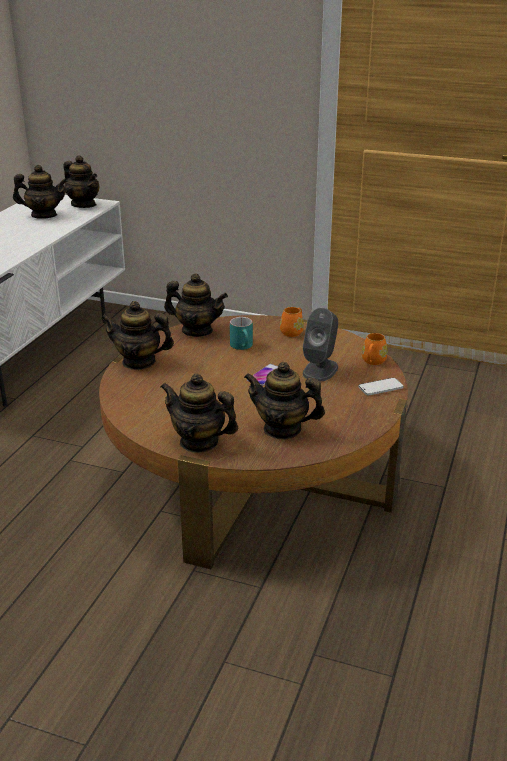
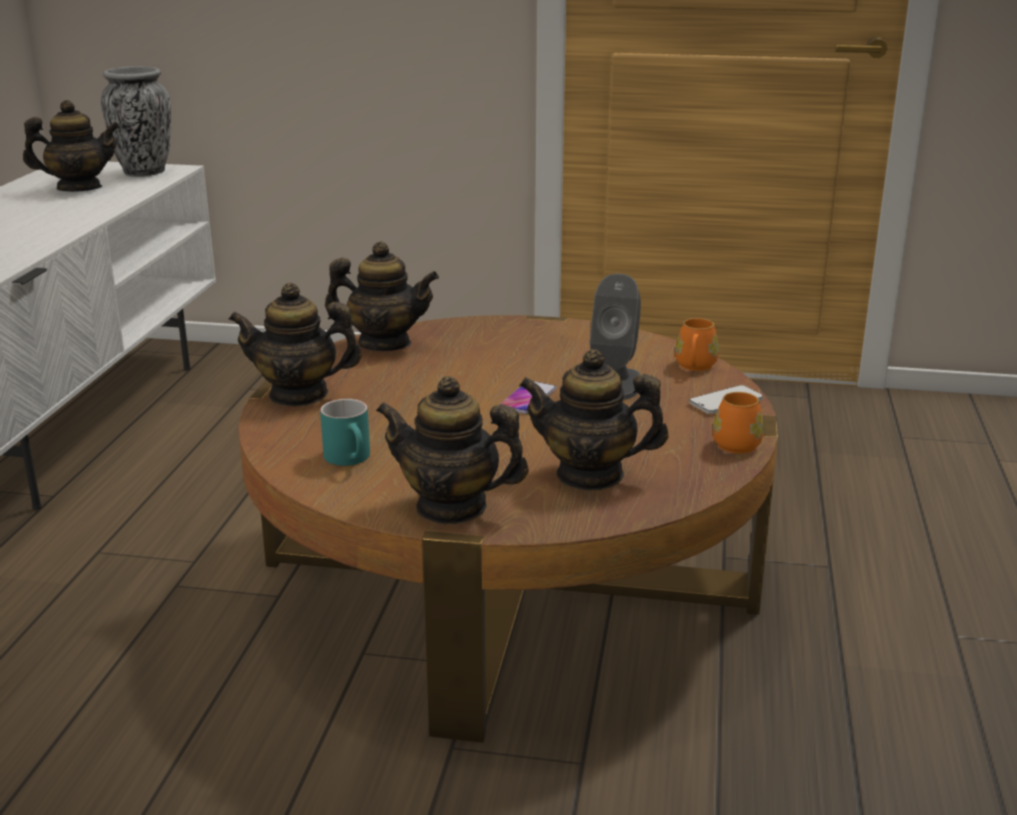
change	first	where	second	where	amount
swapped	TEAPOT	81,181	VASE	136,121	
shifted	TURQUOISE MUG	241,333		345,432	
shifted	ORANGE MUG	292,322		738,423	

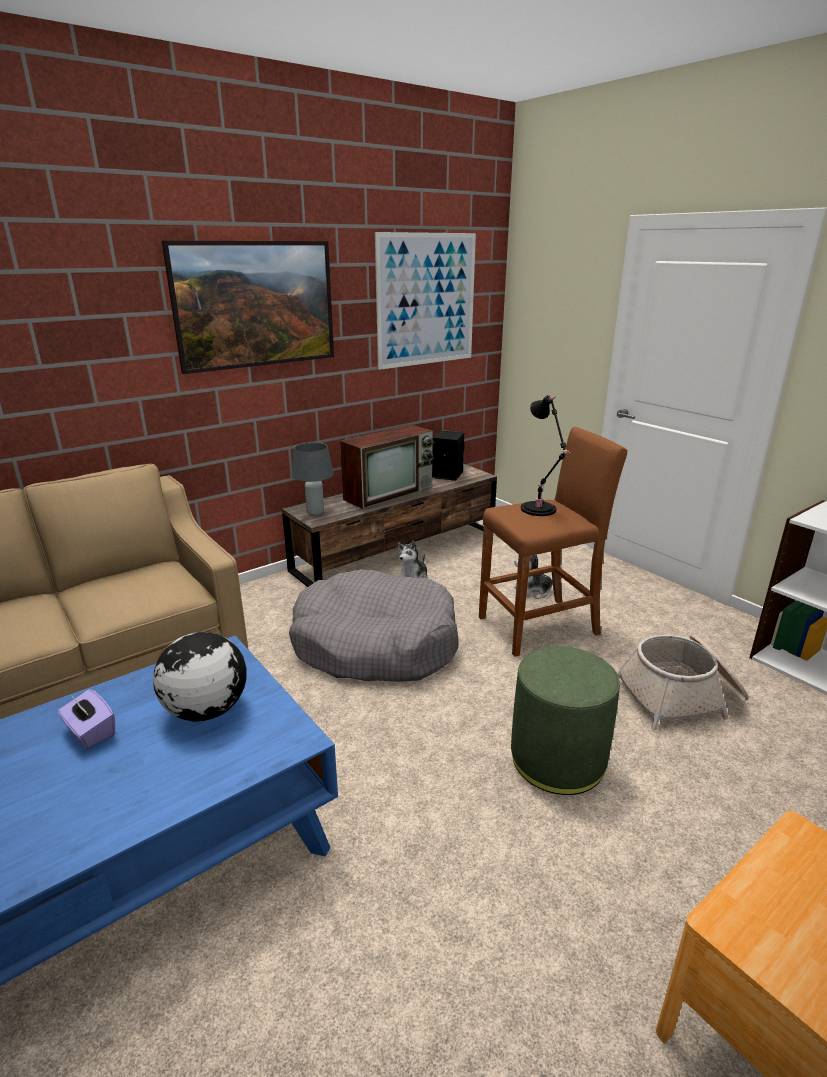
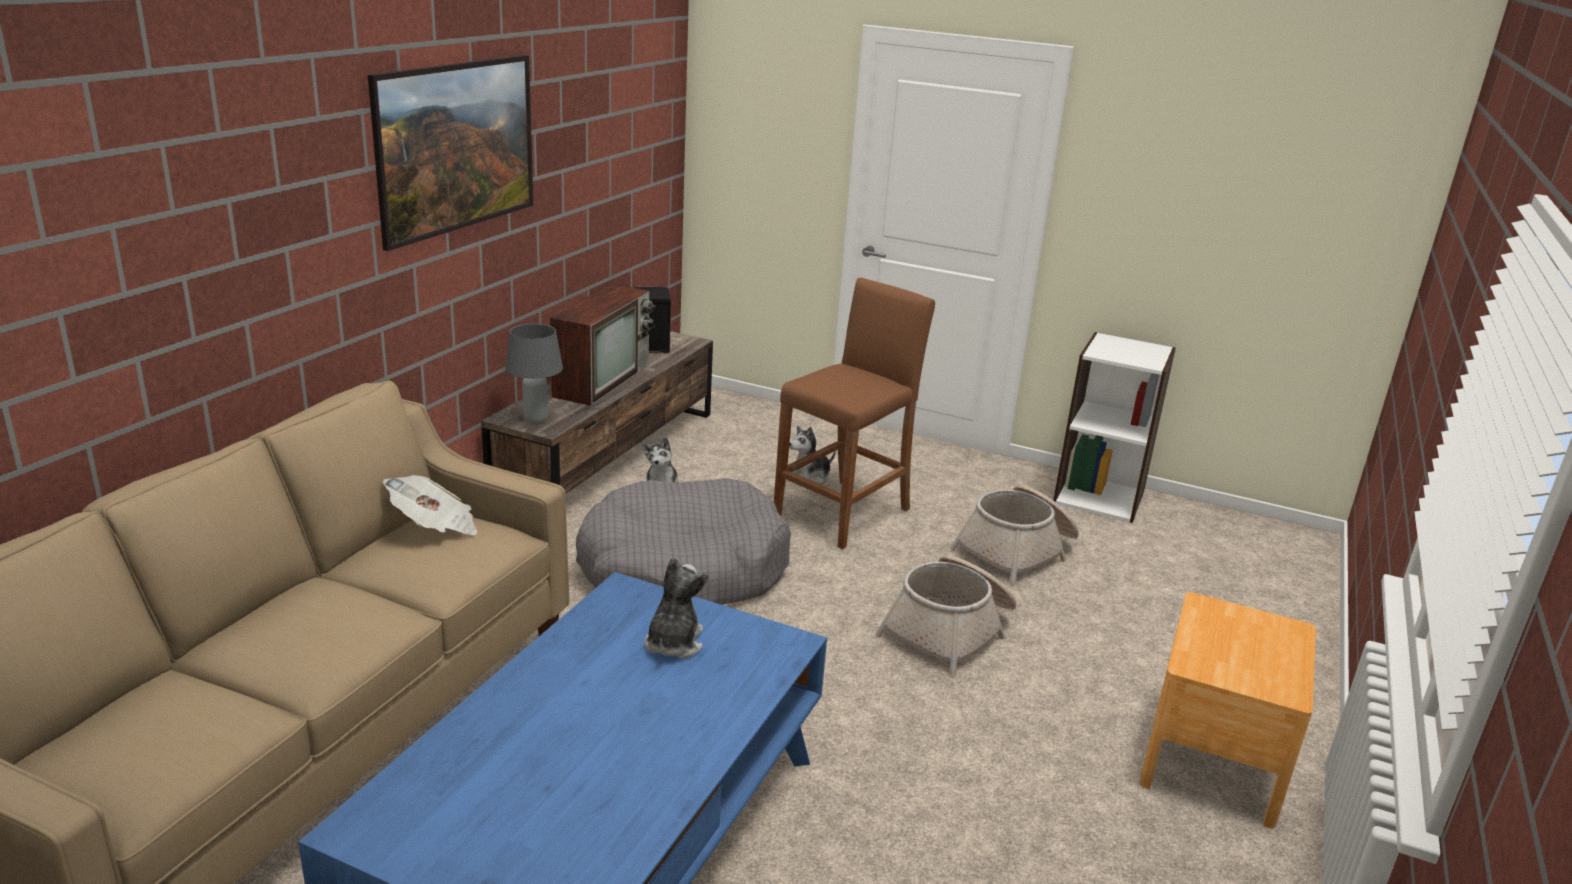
change	first	where	second	where	amount
gone	PURPLE TISSUE BOX	86,719			
swapped	GLOBE	200,676	PLUSH TOY	676,607	
gone	PICTURE	425,301			
swapped	GREEN OTTOMAN	565,720	BASKET	945,615	
gone	BLACK TABLE LAMP	545,455			
new			NEWSPAPER	430,505	

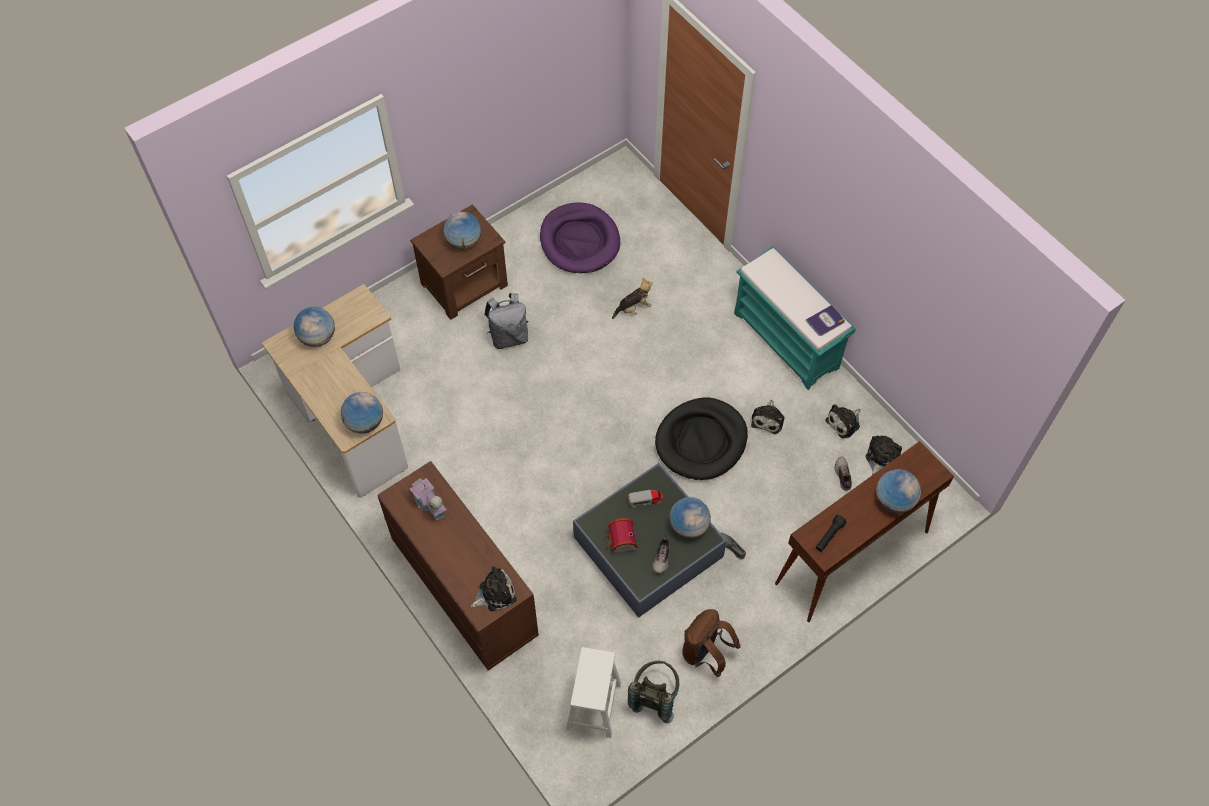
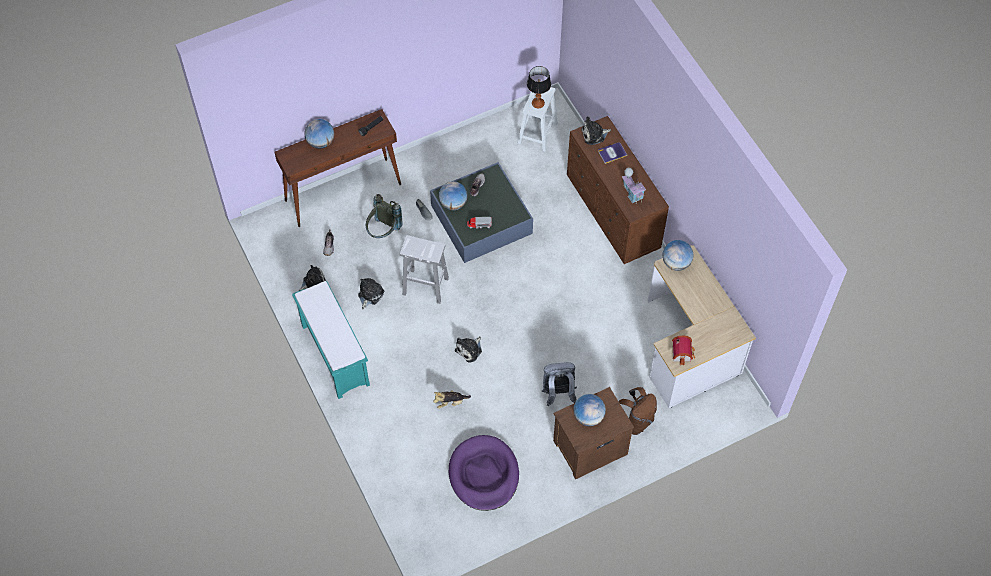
change	first	where	second	where	amount
gone	GLOBE	314,327			
shifted	TOY HOUSE	621,535		683,350	
shifted	GREY BACKPACK	653,691		384,216	
swapped	BLACK DOG BED	701,439	WHITE STOOL	424,269	
shifted	BROWN BACKPACK	711,643		638,411	
shifted	BOOK	825,320		612,153	
shifted	PLUSH TOY	883,455		468,349	
new			TABLE LAMP	539,87	

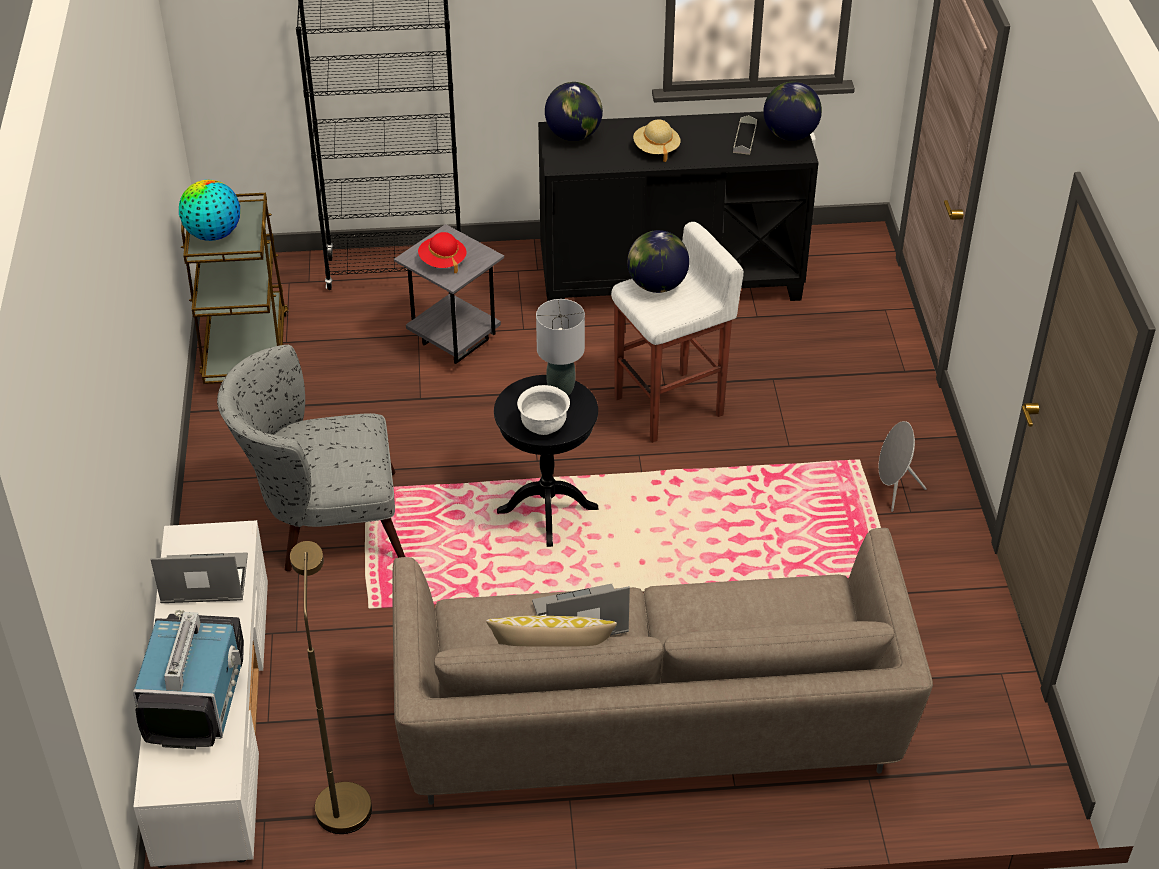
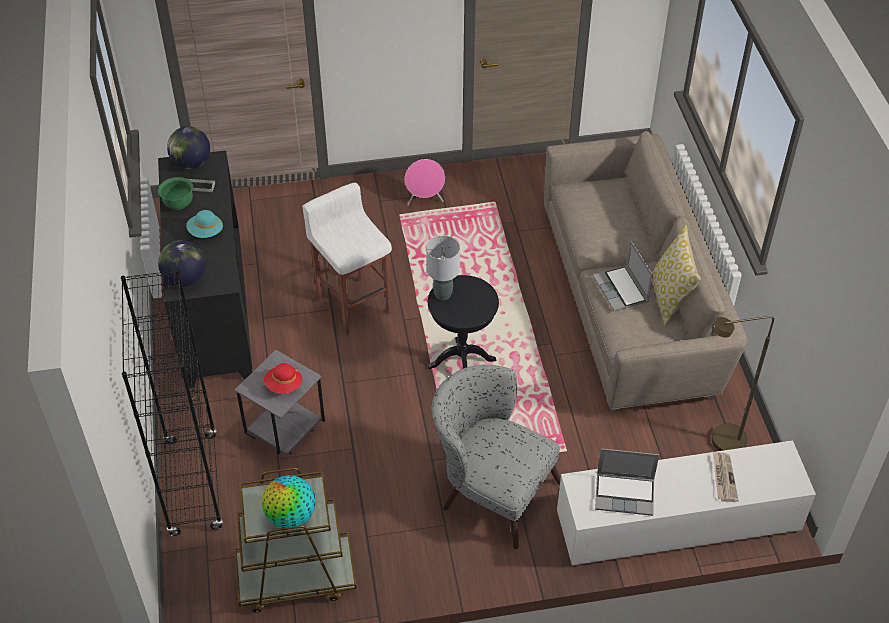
change	first	where	second	where	amount
swapped	TELEVISION	188,679	NEWSPAPER	726,477	
rotated	LAPTOP	199,577		627,482	75 degrees counterclockwise
rotated	GREY ARMCHAIR	311,458		496,457	135 degrees clockwise
gone	WHITE BOWL	543,410			
gone	GLOBE	658,261			
repainted	BEIGE HAT	657,140	TURQUOISE HAT	204,224	
repainted	GREY SPEAKER	902,466	PINK SPEAKER	425,182	
new			GREEN BOWL	175,193	

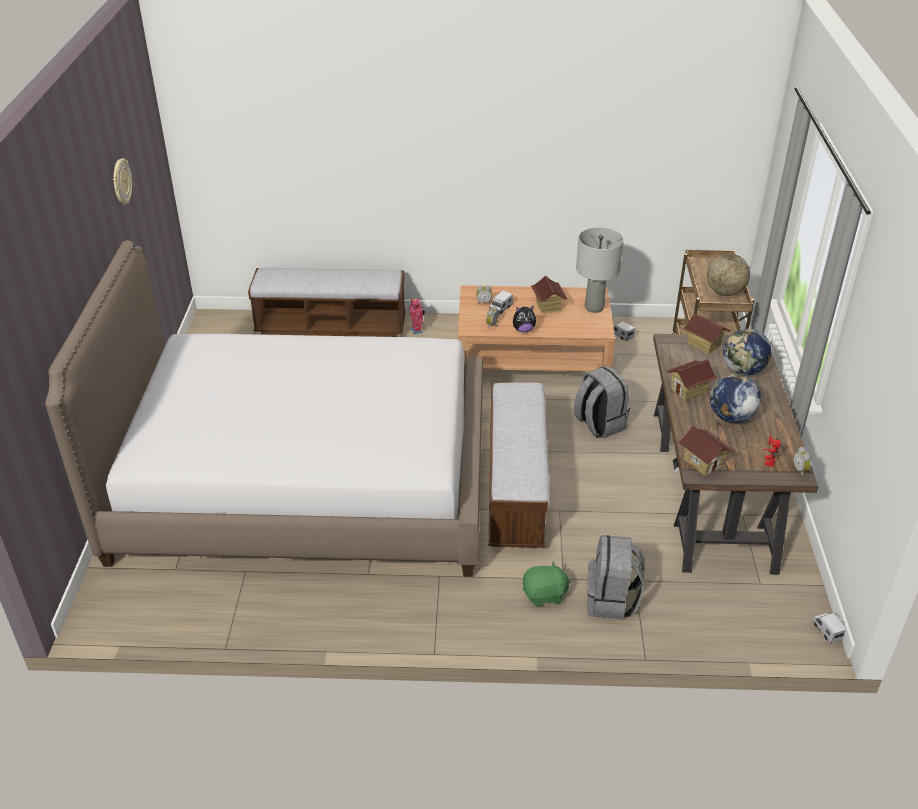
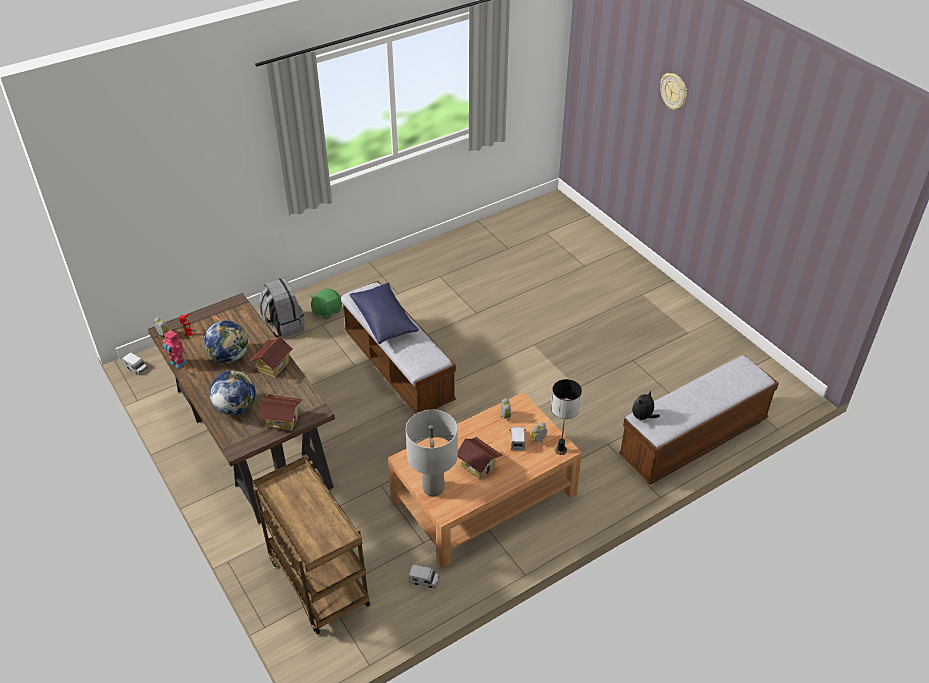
change	first	where	second	where	amount
gone	BED	264,408			
shifted	WALL CLOCK	122,181		673,91	
shifted	TOY ROBOT	417,315		175,349	
shifted	PLUSH TOY	524,319		646,405	
gone	GREY BACKPACK	602,402			
gone	TOY HOUSE	706,451			
gone	GLOBE	728,274			
new			BLUE PILLOW	384,313	
new			TABLE LAMP	566,417	

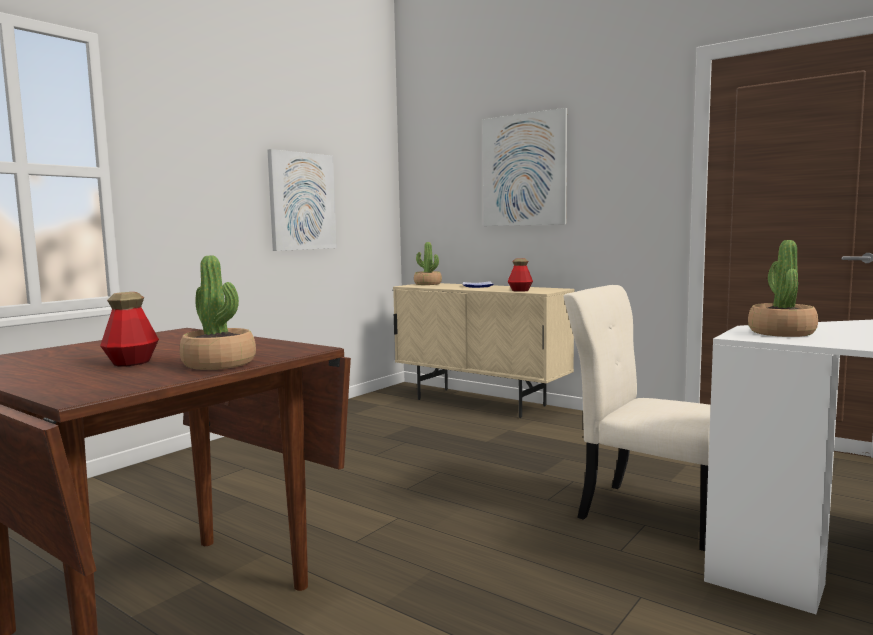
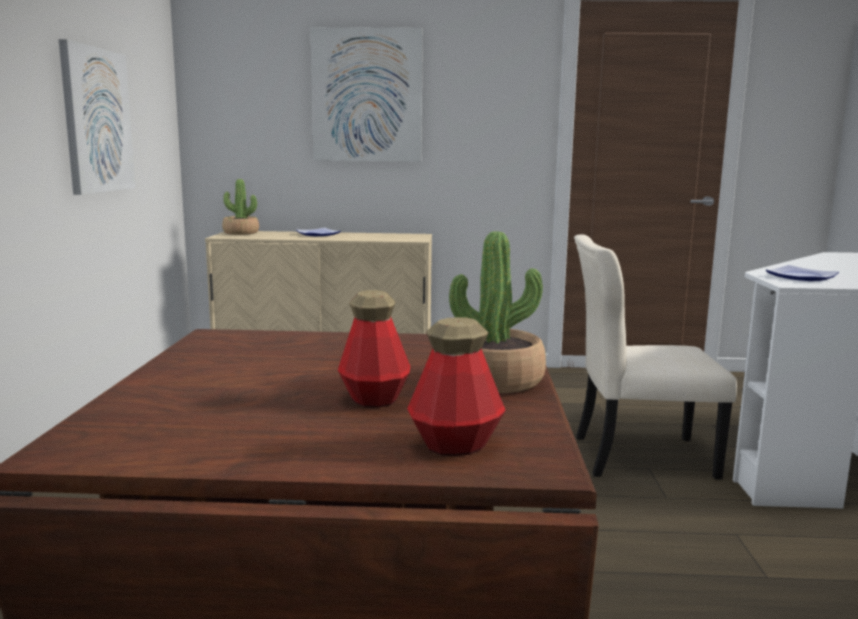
change	first	where	second	where	amount
shifted	BOTTLE	520,275		456,386	
swapped	POTTED PLANT	783,288	PLATE	802,273	

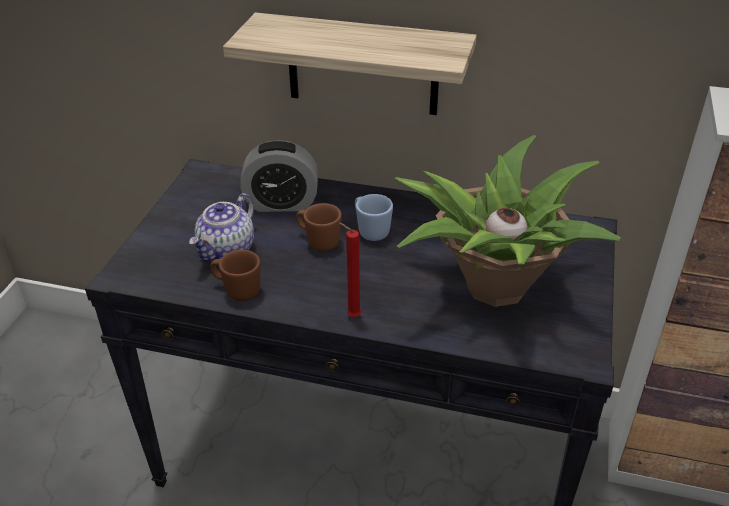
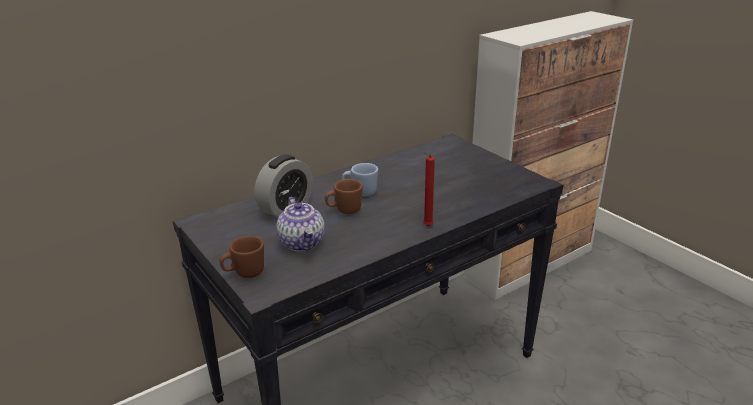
change	first	where	second	where	amount
shifted	BROWN MUG	235,275		241,257	
gone	SHELF	350,64			
gone	POTTED PLANT	508,221			

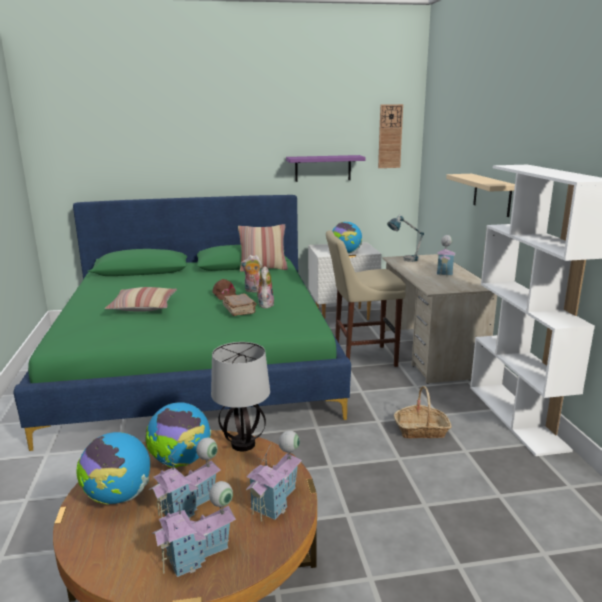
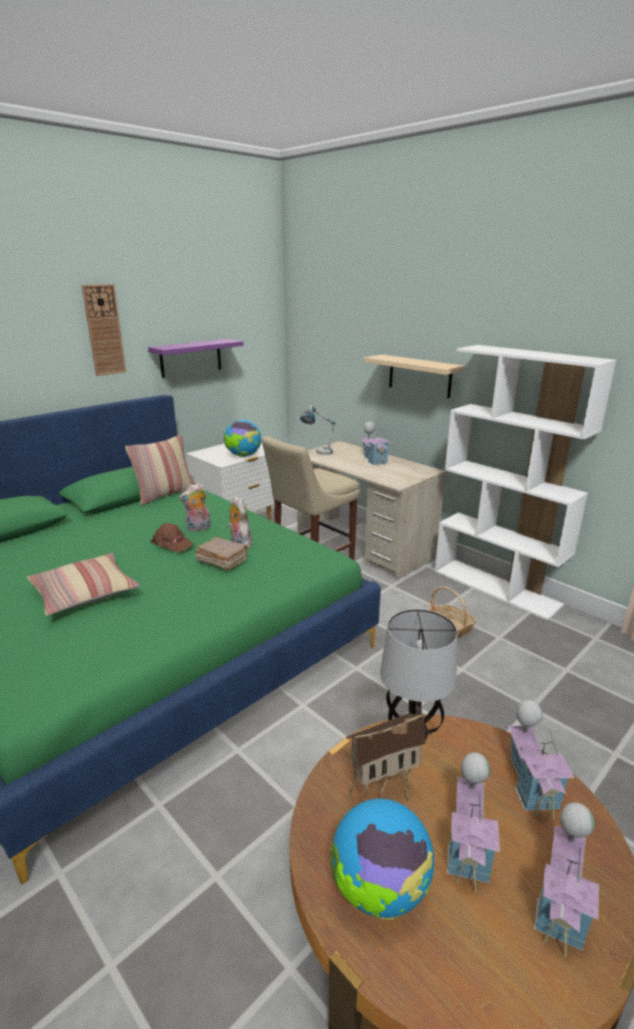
change	first	where	second	where	amount
swapped	GLOBE	178,435	TOY HOUSE	386,757	
shifted	WALL CLOCK	390,136		104,330	

